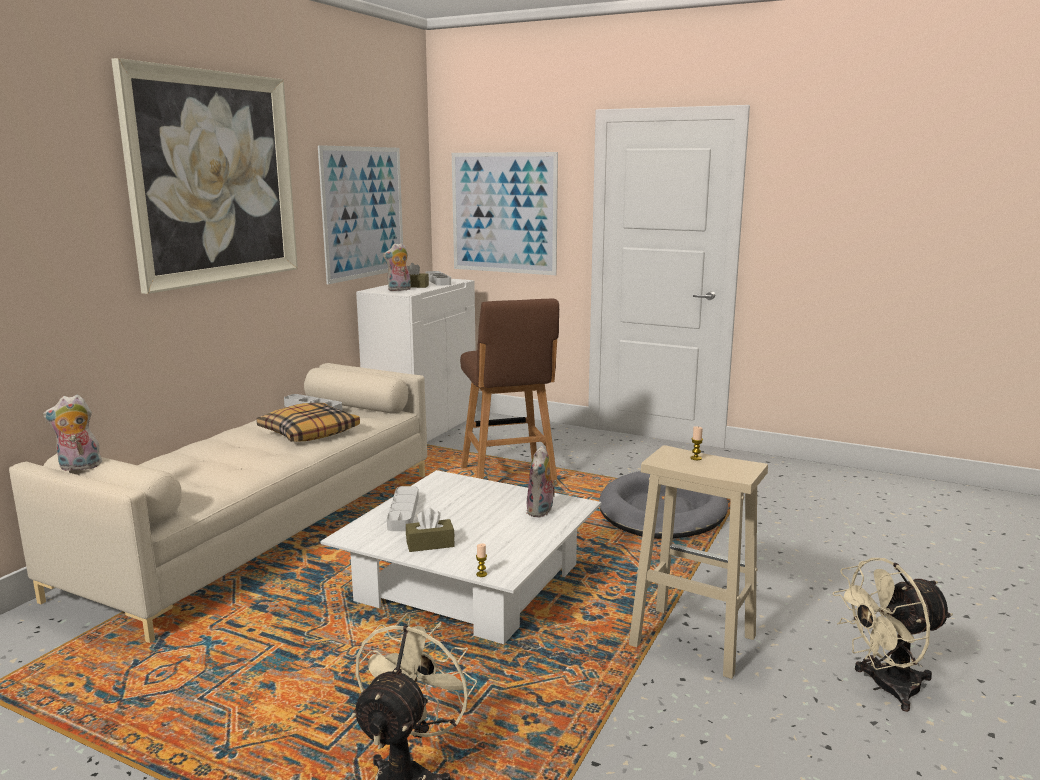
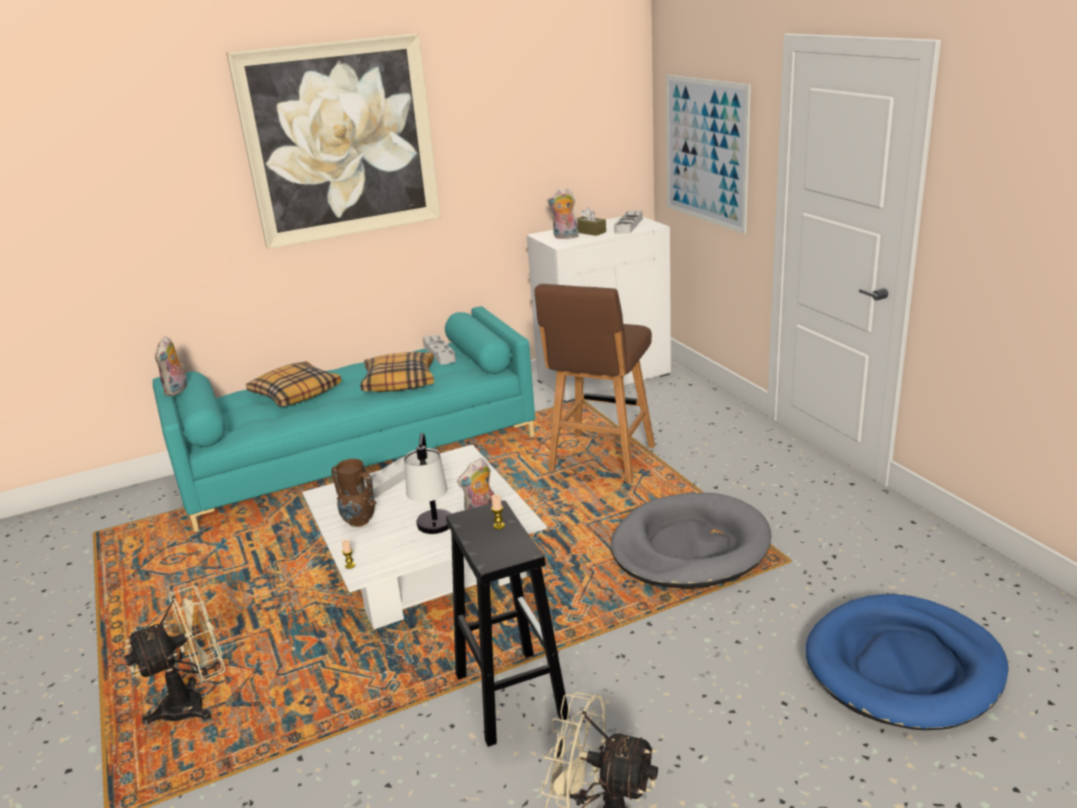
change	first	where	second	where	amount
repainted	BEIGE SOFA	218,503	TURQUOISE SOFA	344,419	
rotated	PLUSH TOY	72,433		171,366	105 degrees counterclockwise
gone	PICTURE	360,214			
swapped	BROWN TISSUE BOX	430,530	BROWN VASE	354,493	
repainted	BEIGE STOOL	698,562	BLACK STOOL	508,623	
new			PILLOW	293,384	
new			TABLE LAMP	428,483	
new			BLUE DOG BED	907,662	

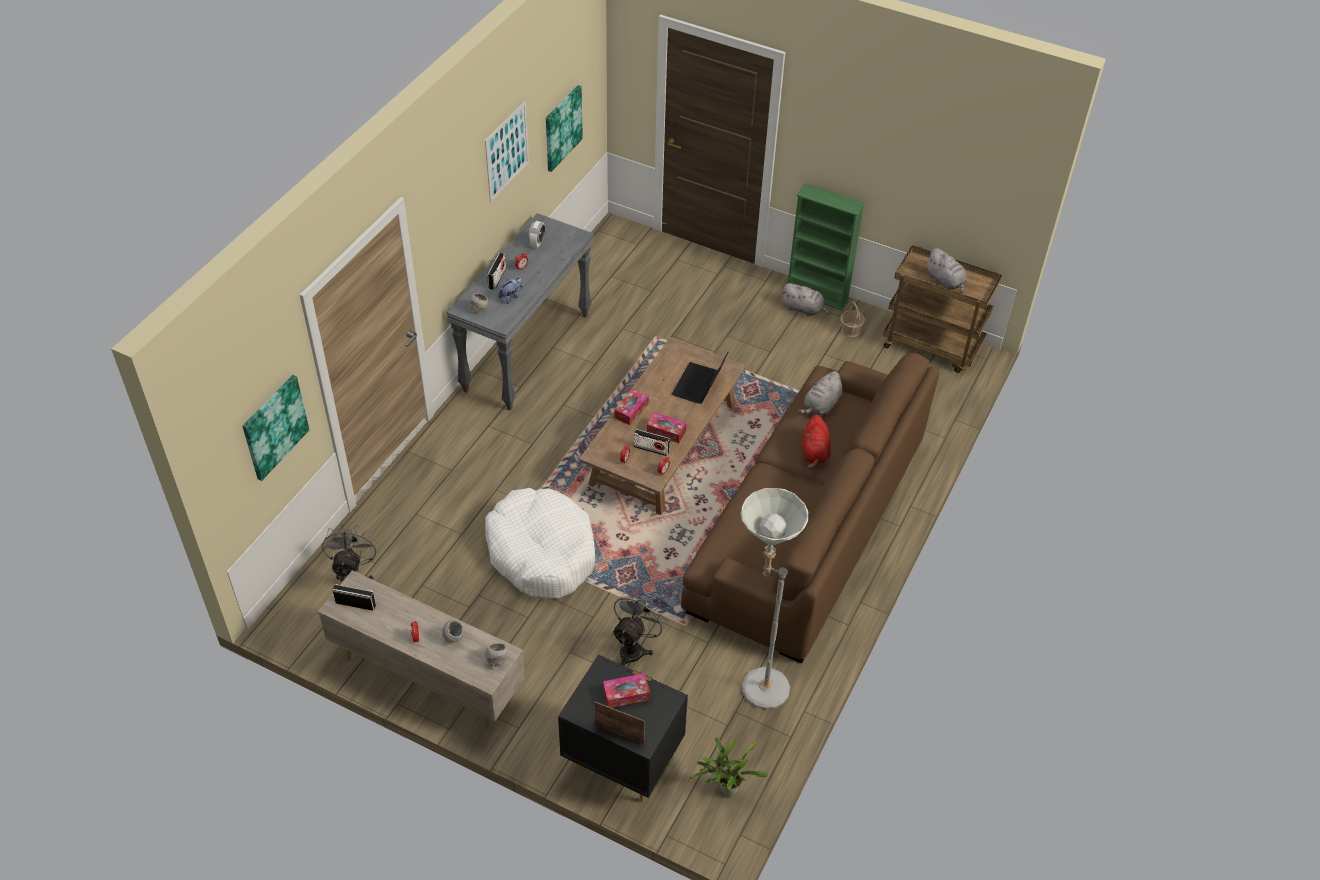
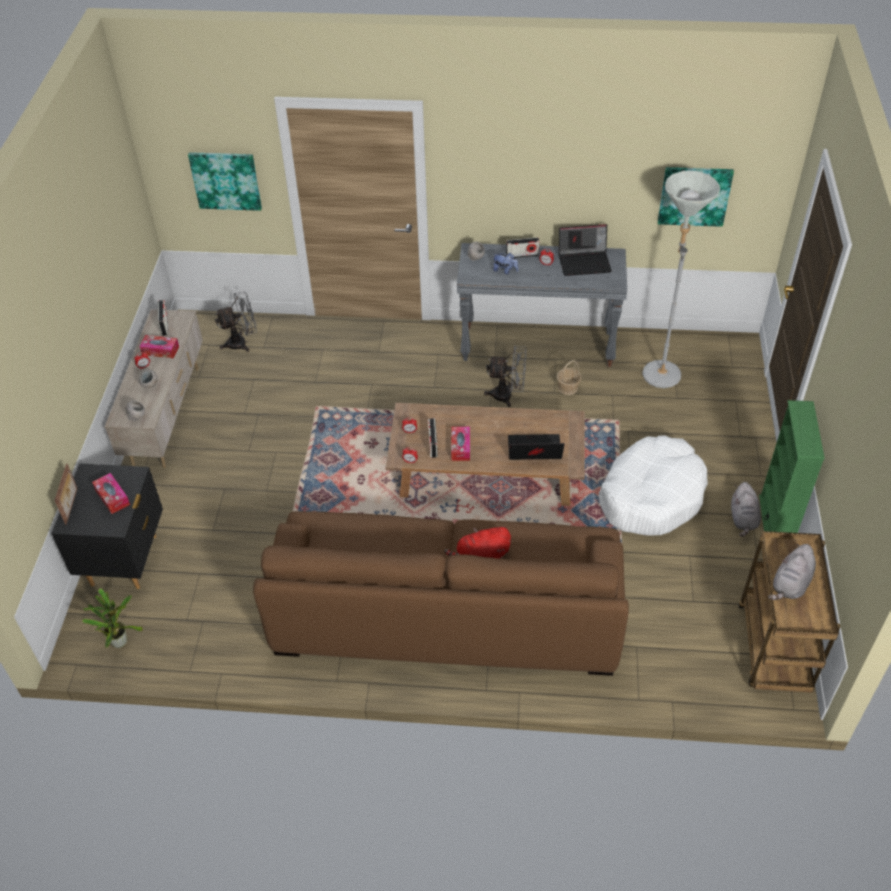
change	first	where	second	where	amount
gone	PICTURE	507,151			
shifted	WHITE DOG BED	540,543		653,485	
swapped	ALARM CLOCK	537,234	LAPTOP	585,250	
shifted	GREY FAN	640,628		505,376	
shifted	TISSUE BOX	631,407		159,346	
shifted	GREY FLOOR LAMP	774,598		681,279	
gone	GREY PLUSH TOY	820,393			
shifted	BASKET	852,319		569,377	

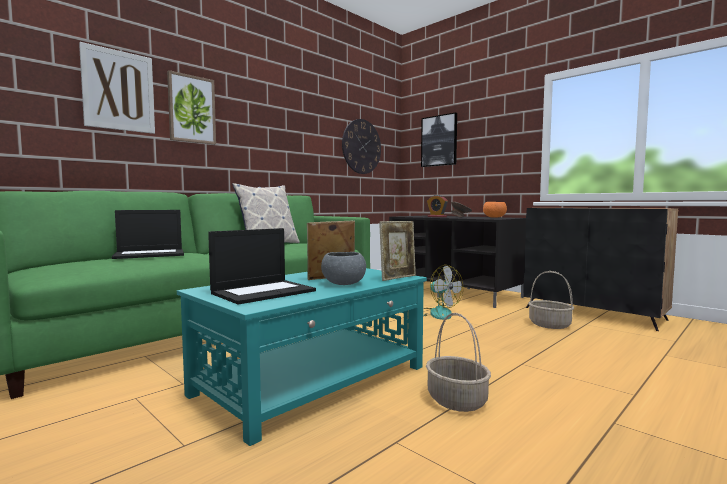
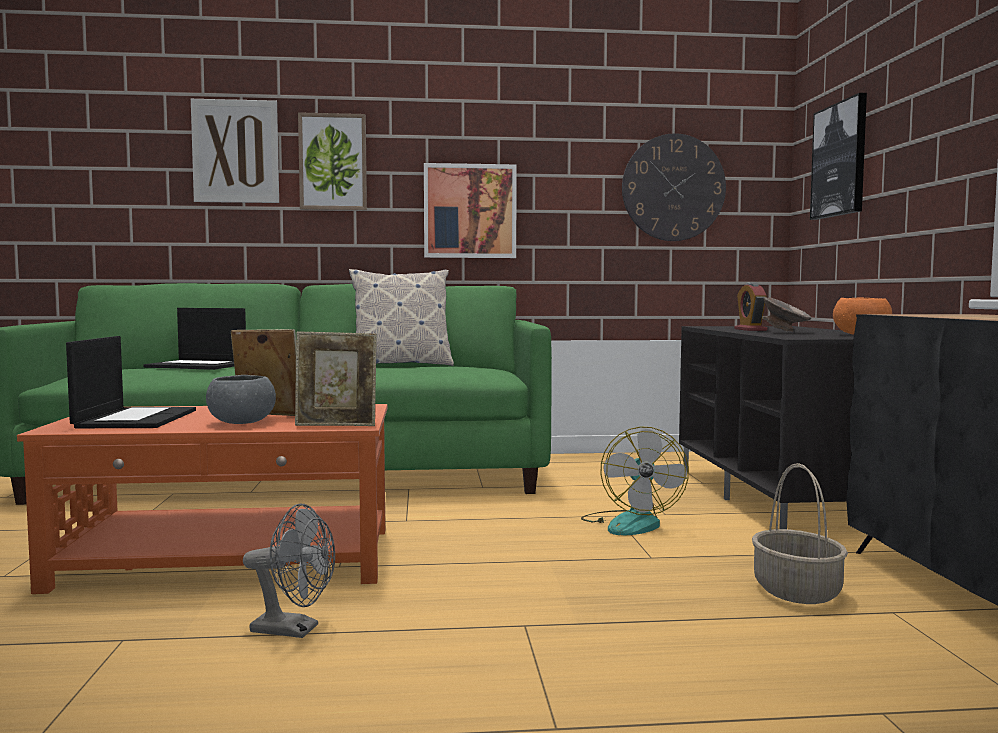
change	first	where	second	where	amount
repainted	TURQUOISE COFFEE TABLE	302,357	ORANGE COFFEE TABLE	202,499	
rotated	LAPTOP	262,266		131,382	90 degrees counterclockwise
swapped	BASKET	458,362	GREY FAN	289,570	
new			PICTURE	470,210	

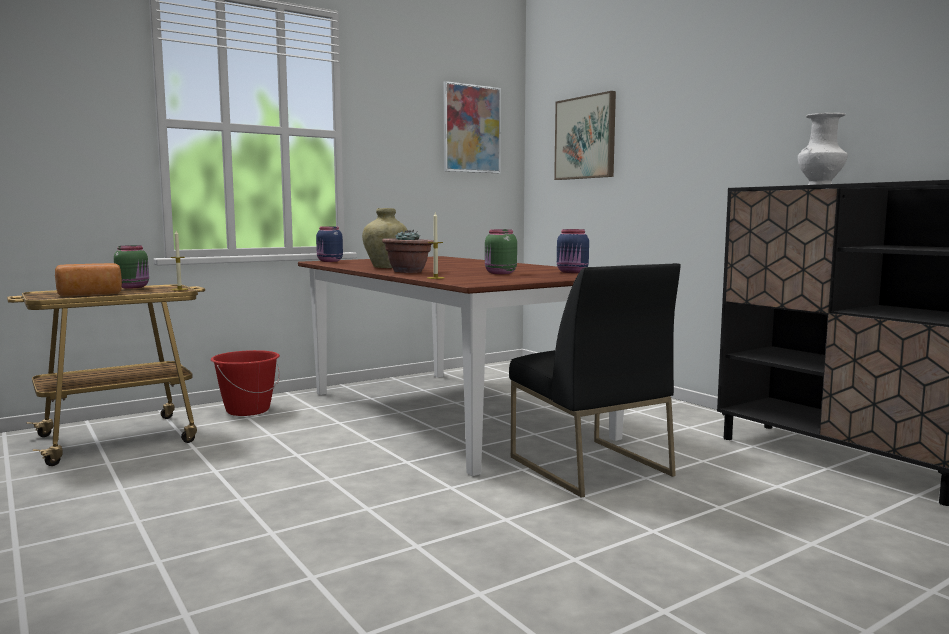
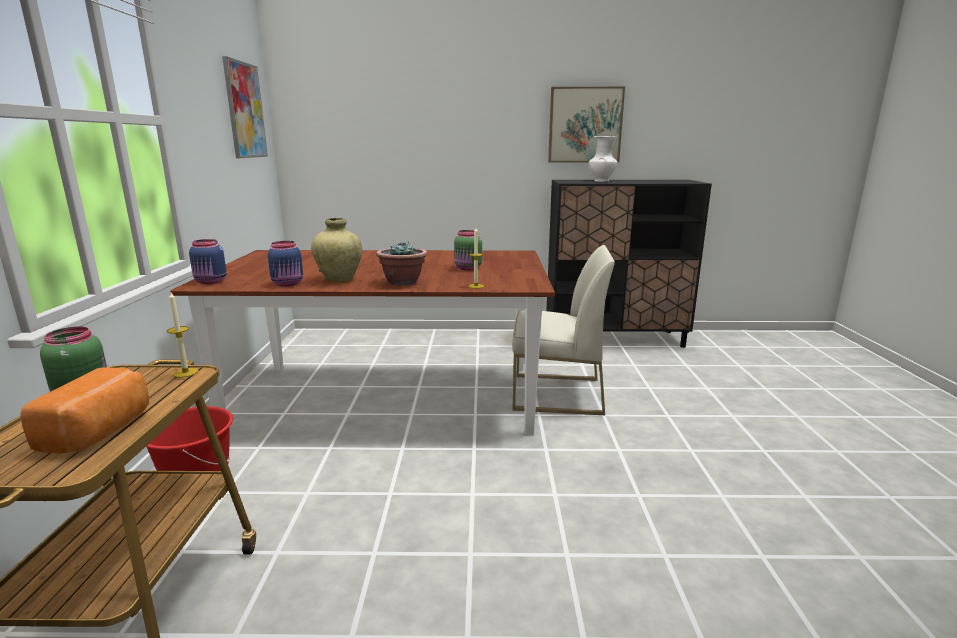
change	first	where	second	where	amount
repainted	BLACK CHAIR	595,380	WHITE CHAIR	563,330	
shifted	PICTURE	585,135		586,124	
shifted	BLUE JAR	573,251		285,264	

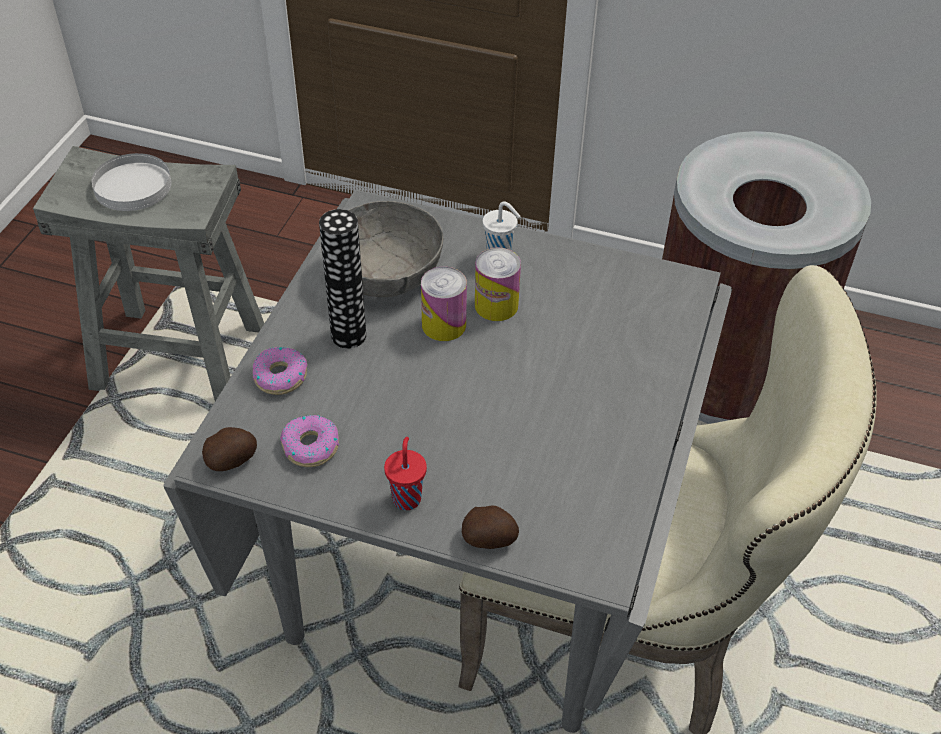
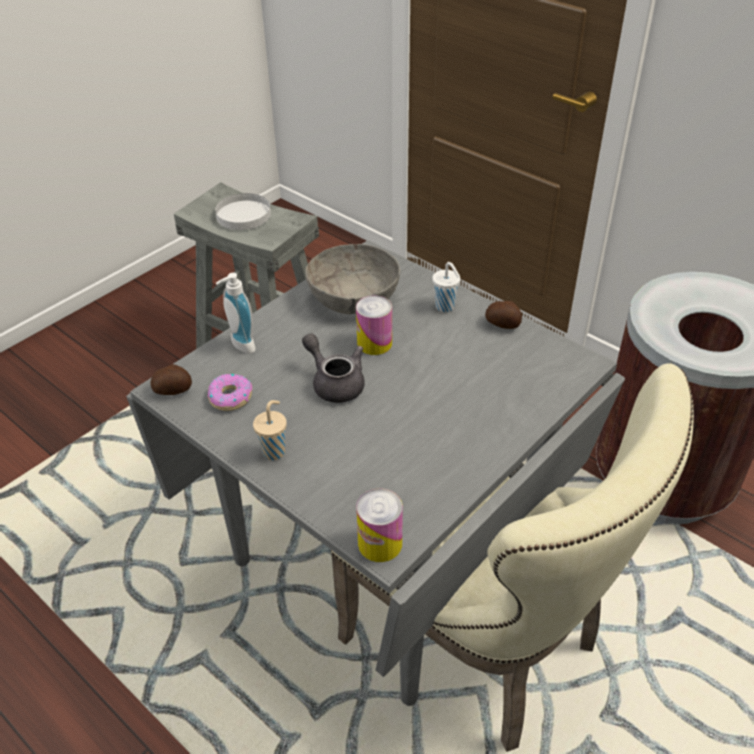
change	first	where	second	where	amount
swapped	DONUT	280,371	SOAP DISPENSER	236,313	
gone	VASE	342,279			
repainted	RED CUP	405,473	BEIGE CUP	270,430	
shifted	POTATO	490,527		503,315	
shifted	CAN	498,284		379,525	
new			GREY TEAPOT	333,368	

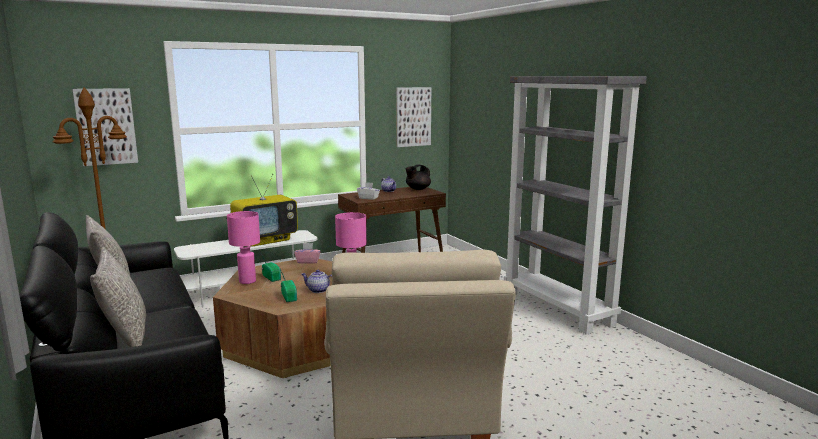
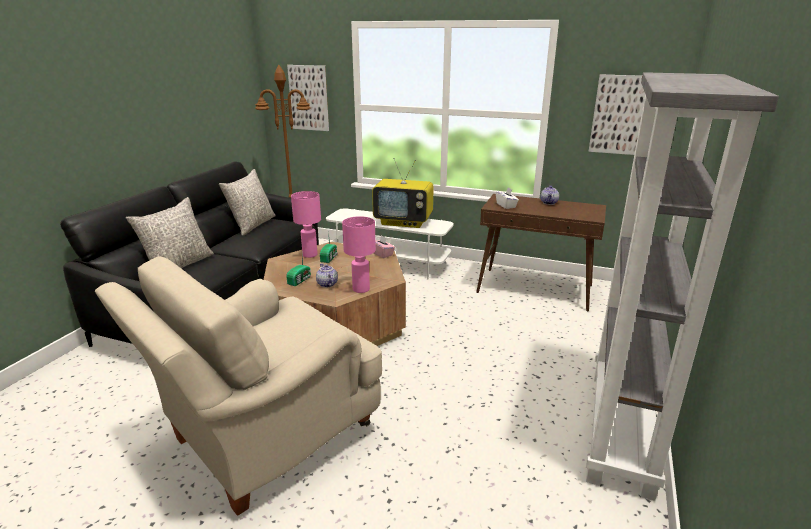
change	first	where	second	where	amount
gone	BLACK TEAPOT	418,177			

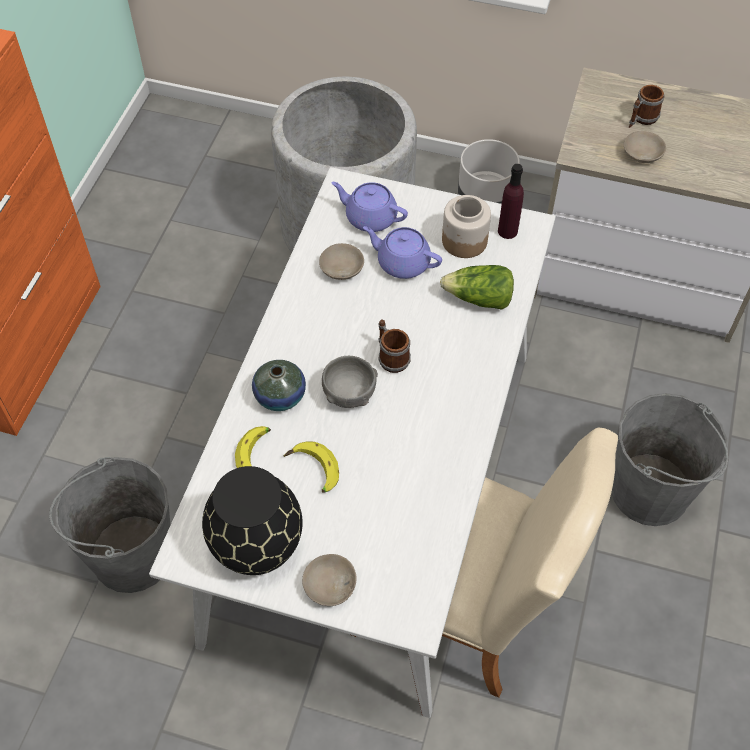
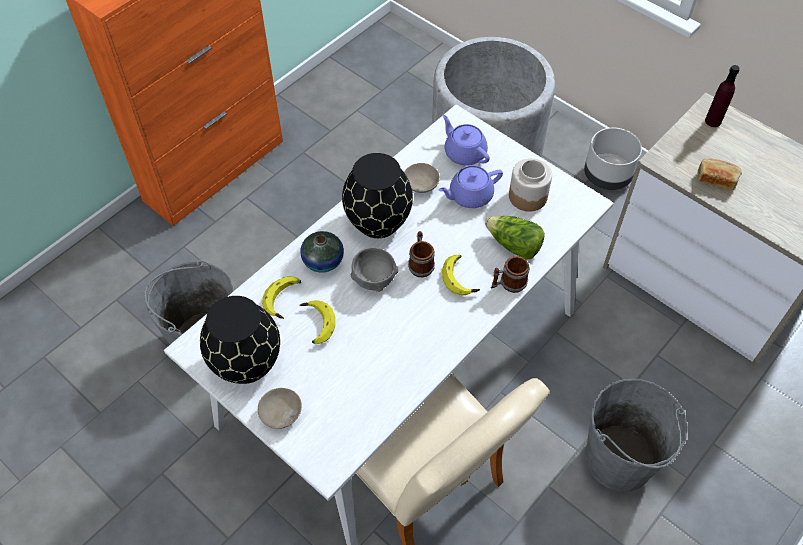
change	first	where	second	where	amount
rotated	PURPLE TEAPOT	402,252		470,187	75 degrees counterclockwise
shifted	PURPLE BOTTLE	511,201		722,96	
swapped	BEIGE BOWL	645,147	BREAD	720,174	
shifted	MUG	646,106		510,274	
new			BLACK VASE	377,195	
new			BANANA	461,275	

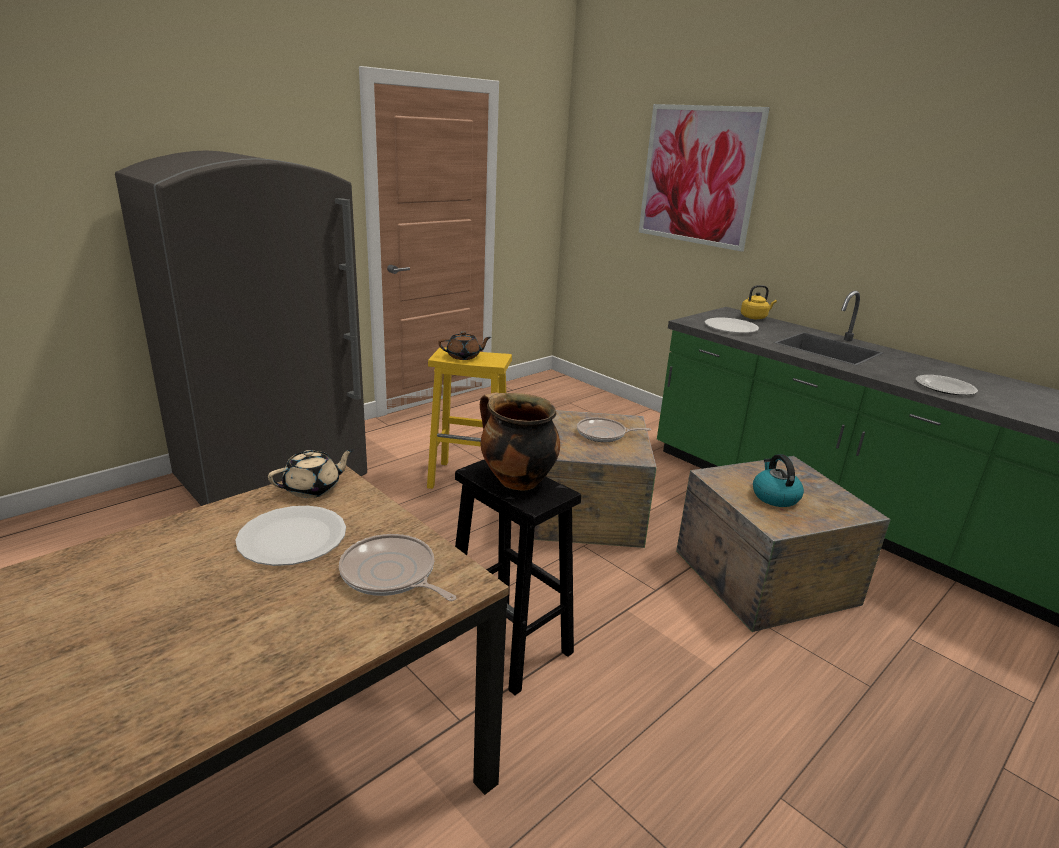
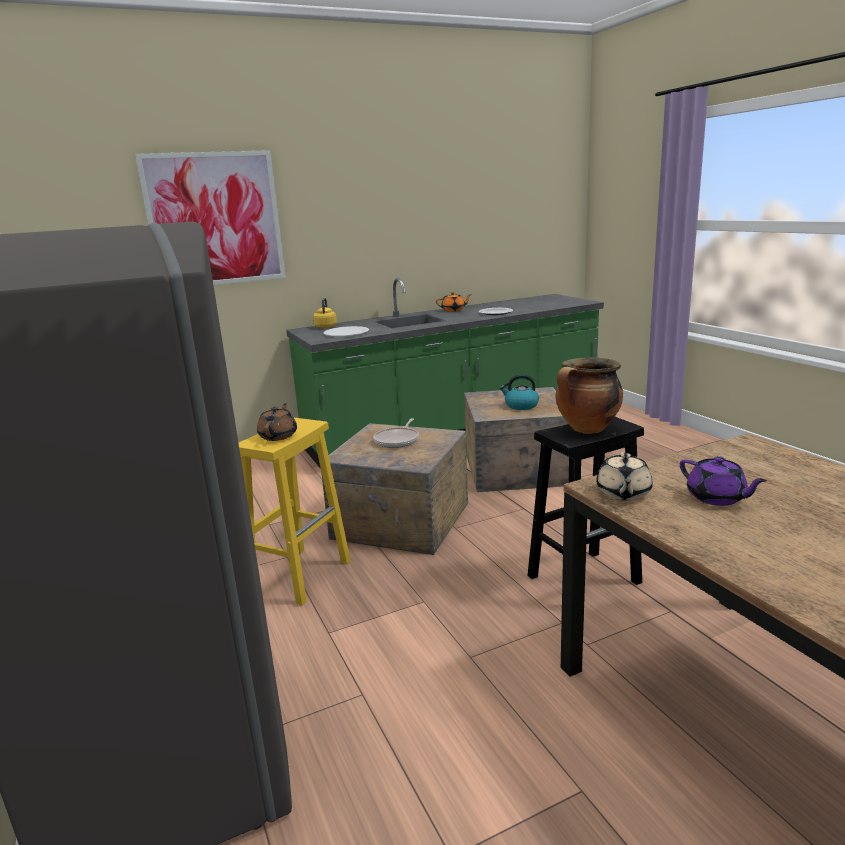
change	first	where	second	where	amount
swapped	WHITE PLATE	290,536	PURPLE TEAPOT	723,481	
rotated	BEIGE TEAPOT	311,473		624,477	150 degrees counterclockwise
gone	FRYING PAN	397,567			
new			ORANGE TEAPOT	454,301	

